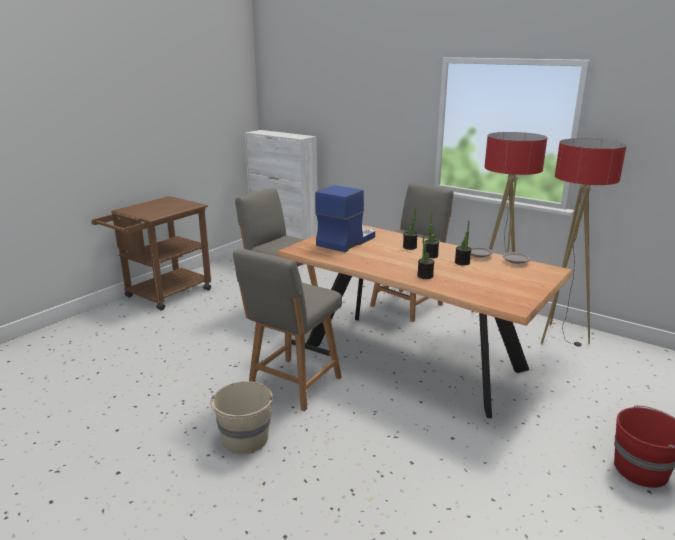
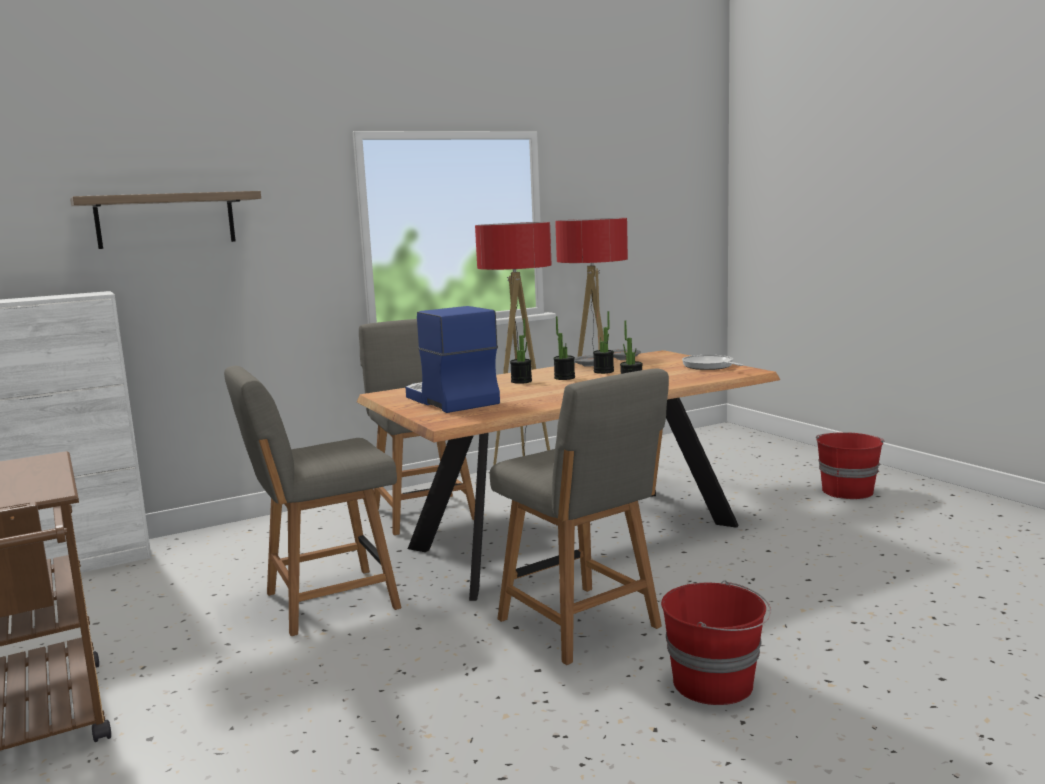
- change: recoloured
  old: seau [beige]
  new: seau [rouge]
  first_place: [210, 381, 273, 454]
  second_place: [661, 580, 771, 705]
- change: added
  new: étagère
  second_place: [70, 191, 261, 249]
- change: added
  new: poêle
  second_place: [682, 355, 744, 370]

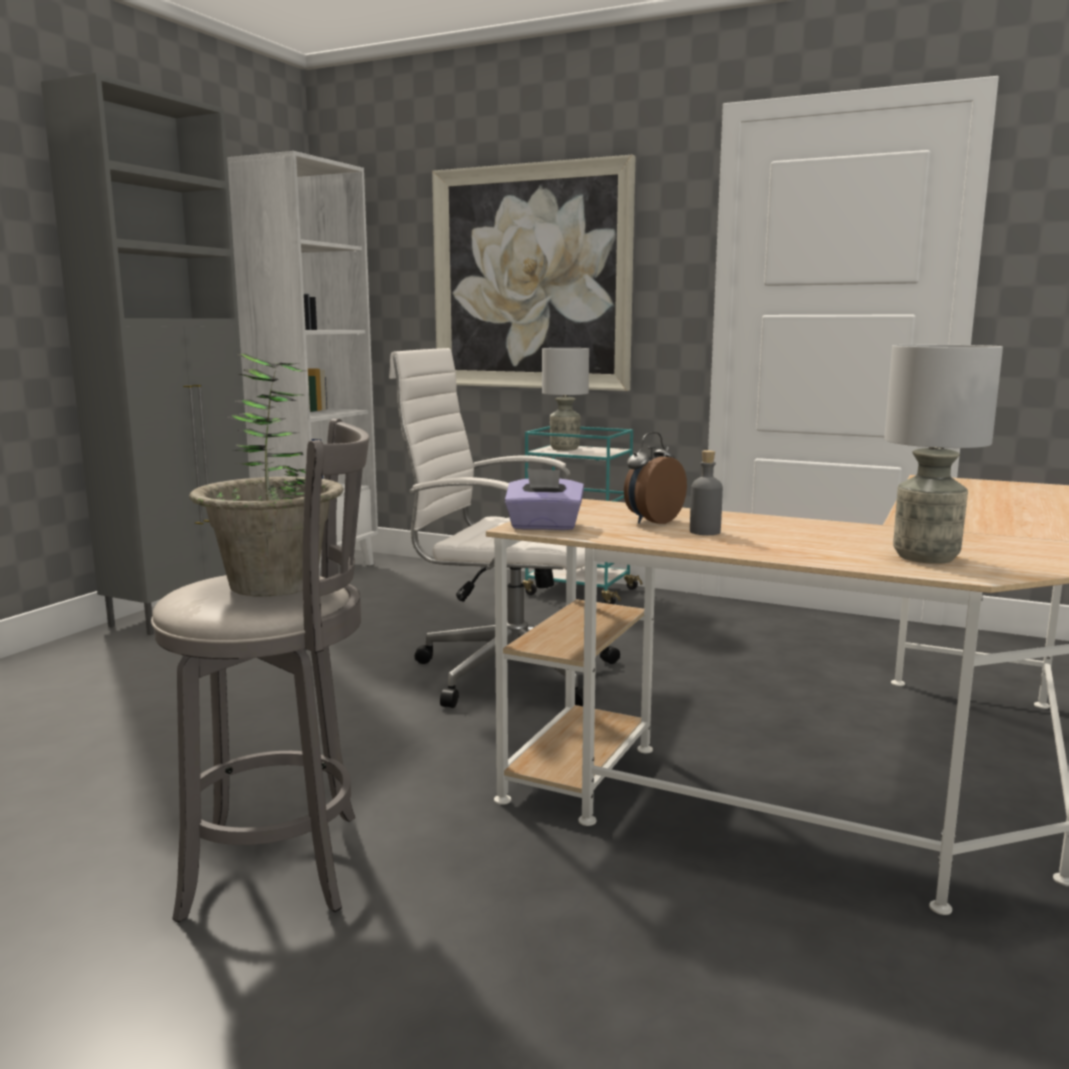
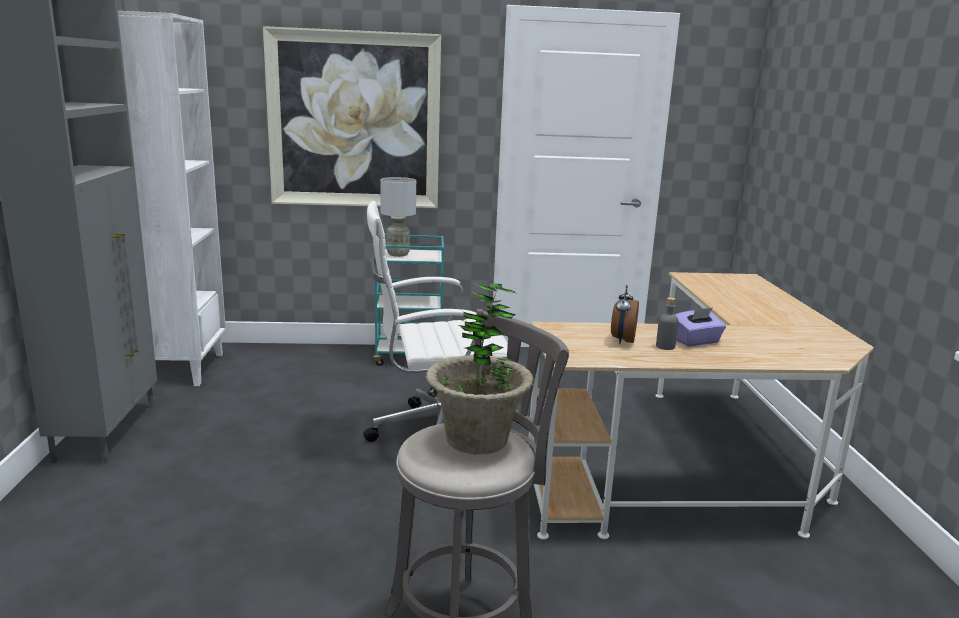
- change: removed
  old: lampe de table [gris]
  first_place: [884, 345, 1003, 564]
- change: moved
  old: boîte à mouchoirs [violet]
  first_place: [504, 468, 584, 530]
  second_place: [675, 308, 726, 346]

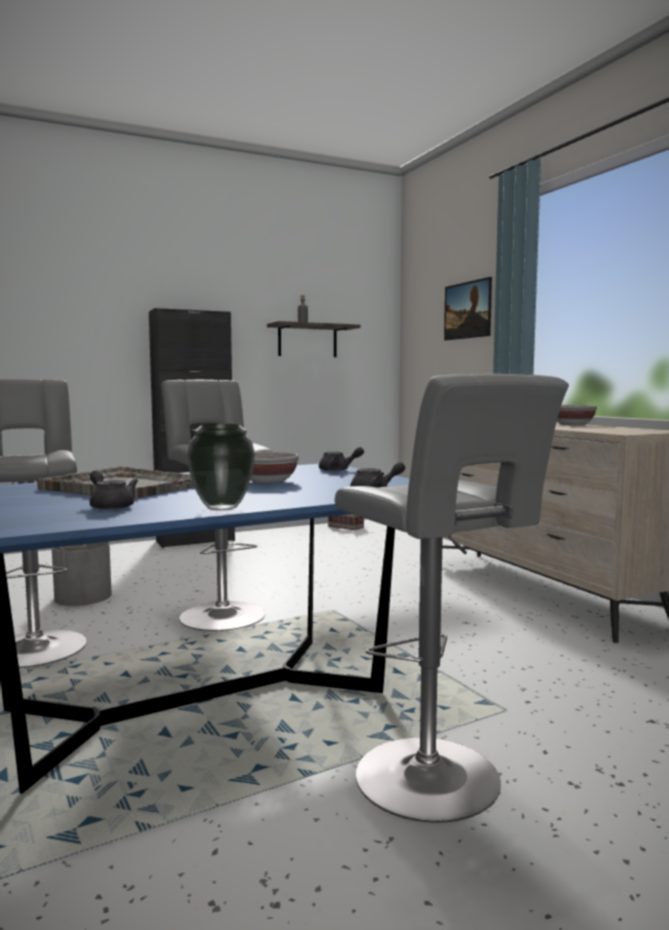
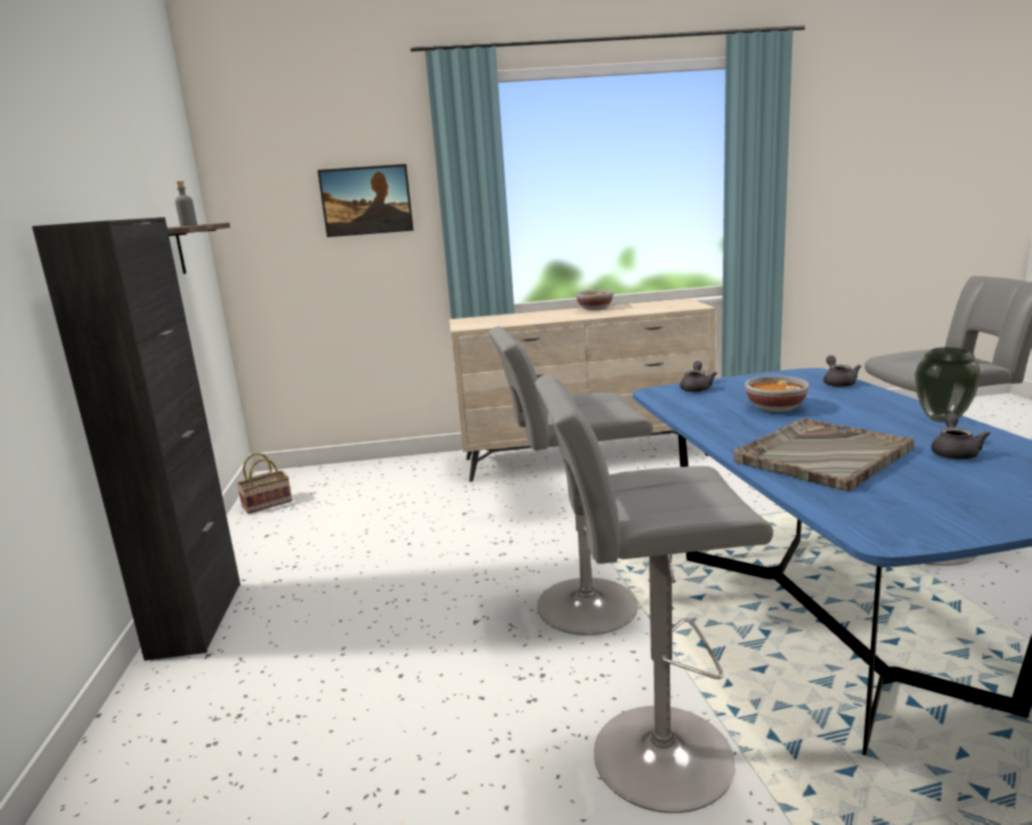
- change: turned
  old: théière [gris]
  first_place: [89, 470, 138, 510]
  second_place: [931, 413, 991, 459]
  degrees: 135
- change: removed
  old: seau [gris]
  first_place: [52, 542, 112, 606]

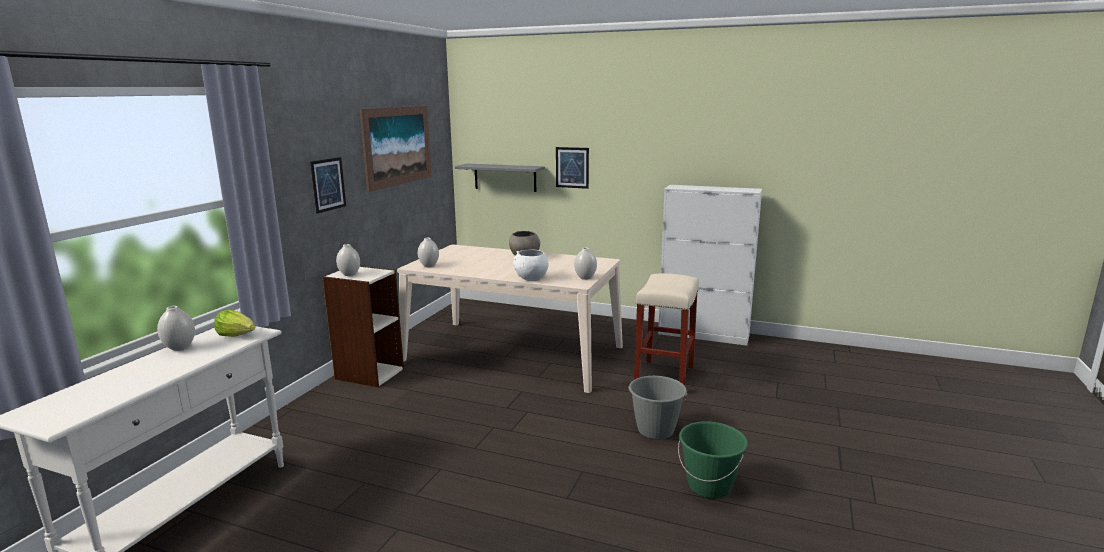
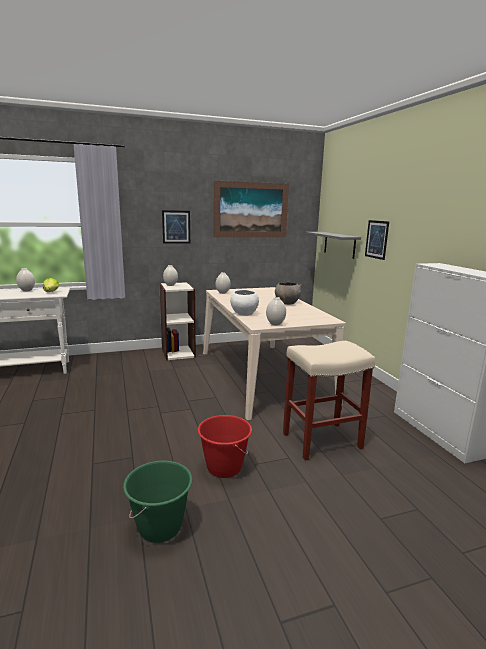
- change: recoloured
  old: seau [gris]
  new: seau [rouge]
  first_place: [628, 376, 688, 440]
  second_place: [198, 415, 252, 478]

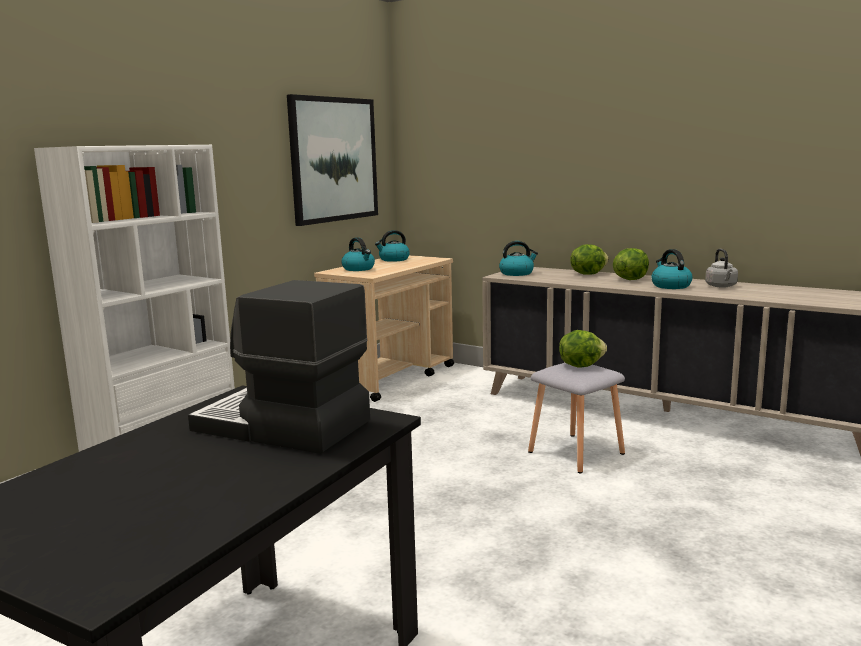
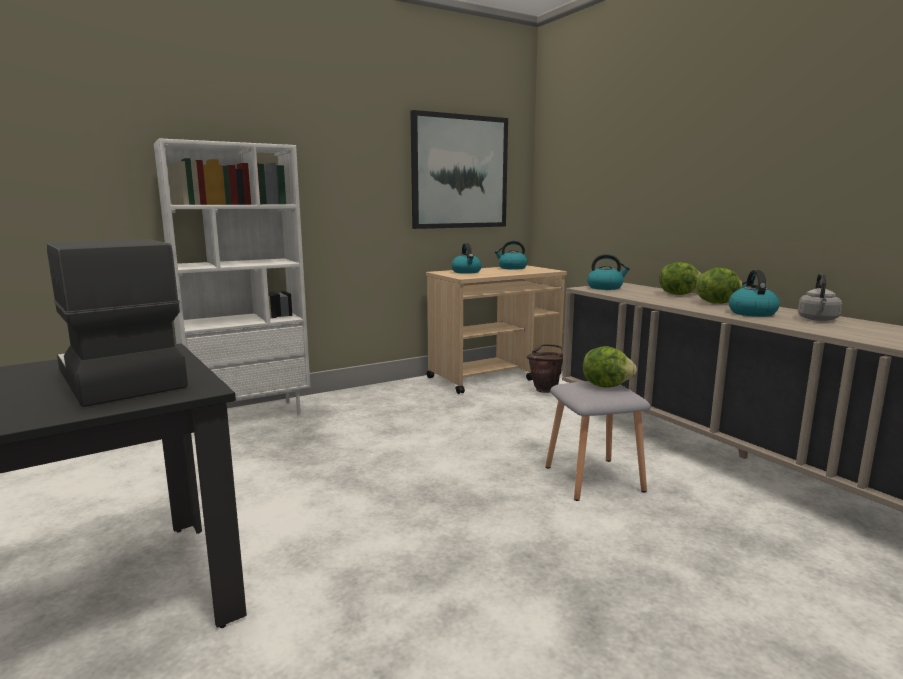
- change: added
  new: seau [marron]
  second_place: [526, 344, 563, 393]

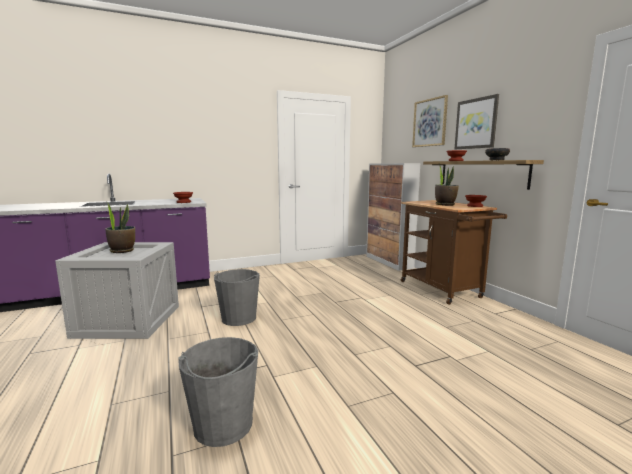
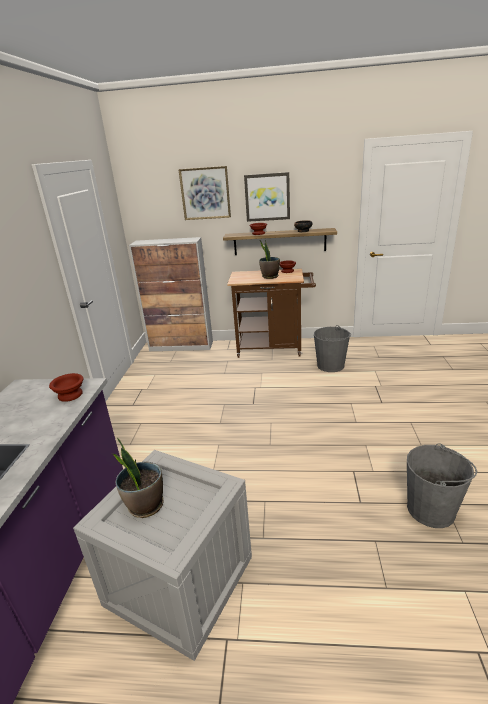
- change: moved
  old: seau [gris]
  first_place: [214, 269, 260, 326]
  second_place: [314, 325, 351, 372]

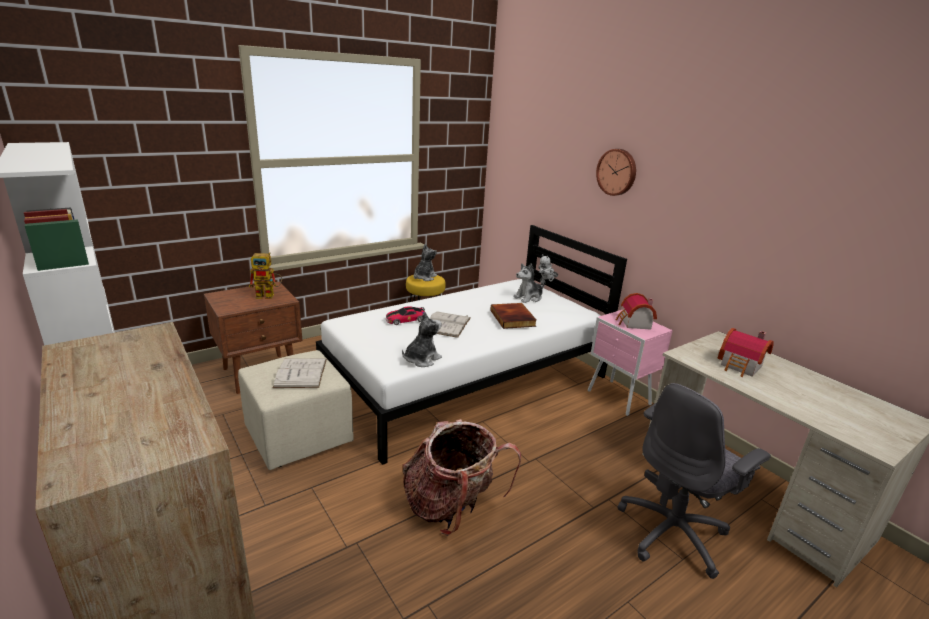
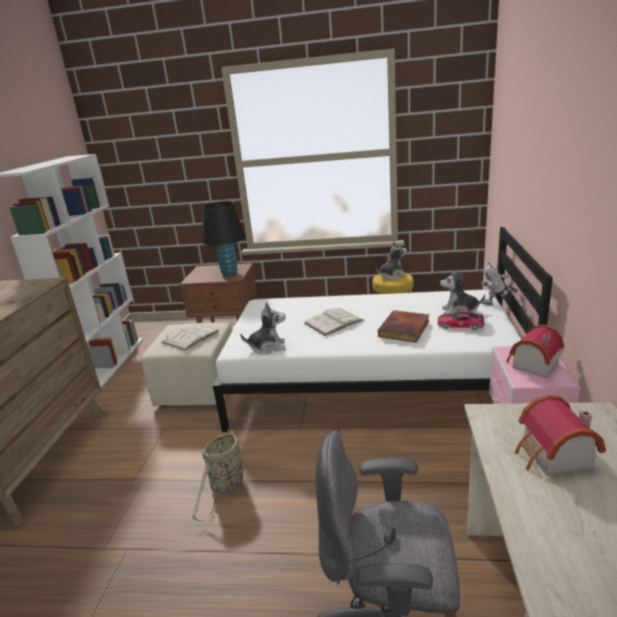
- change: removed
  old: horloge murale
  first_place: [596, 149, 636, 196]
- change: replaced
  old: robot jouet
  new: lampe de table [noir]
  first_place: [249, 252, 282, 299]
  second_place: [202, 201, 246, 276]
- change: moved
  old: petite voiture
  first_place: [386, 306, 425, 325]
  second_place: [437, 311, 485, 330]
- change: replaced
  old: sac à dos
  new: panier
  first_place: [403, 419, 521, 536]
  second_place: [192, 429, 250, 521]

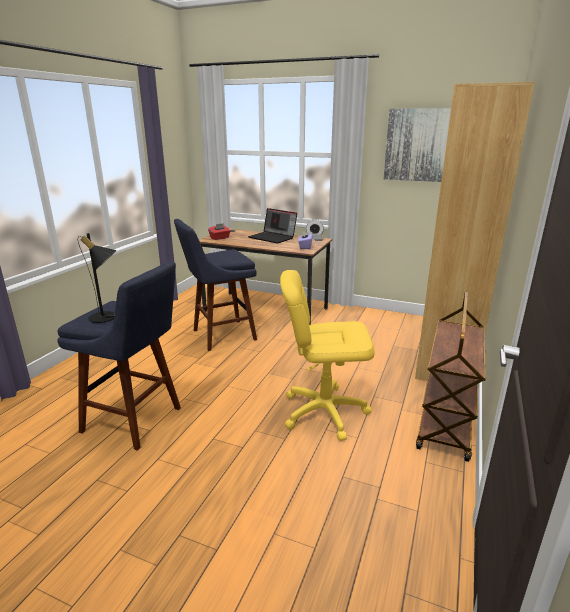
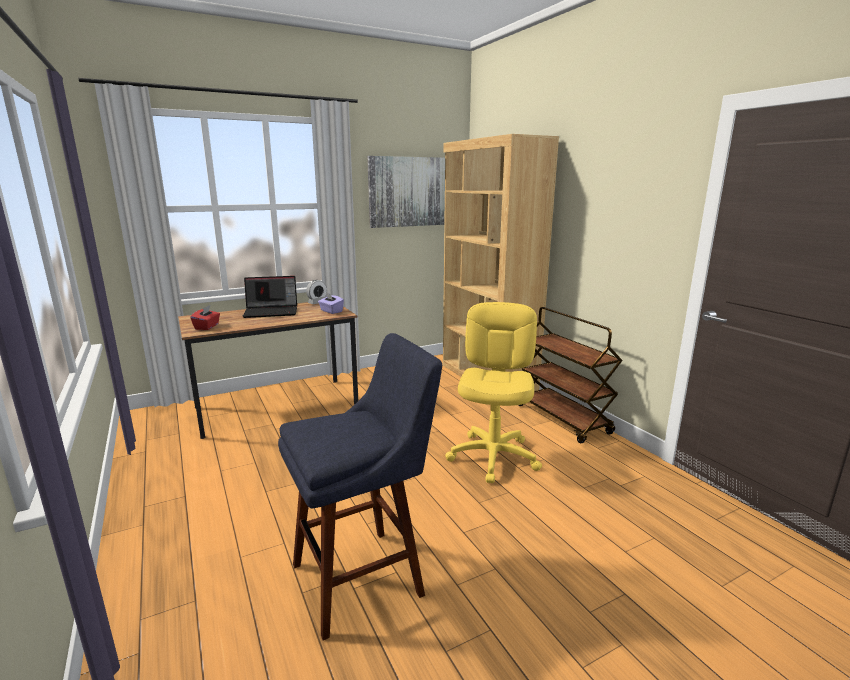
- change: removed
  old: tabouret [bleu]
  first_place: [174, 219, 257, 351]
- change: removed
  old: lampe de table [noir]
  first_place: [78, 233, 117, 323]
- change: turned
  old: chaise de bureau [jaune]
  first_place: [280, 270, 375, 441]
  second_place: [445, 302, 542, 483]
  degrees: 150

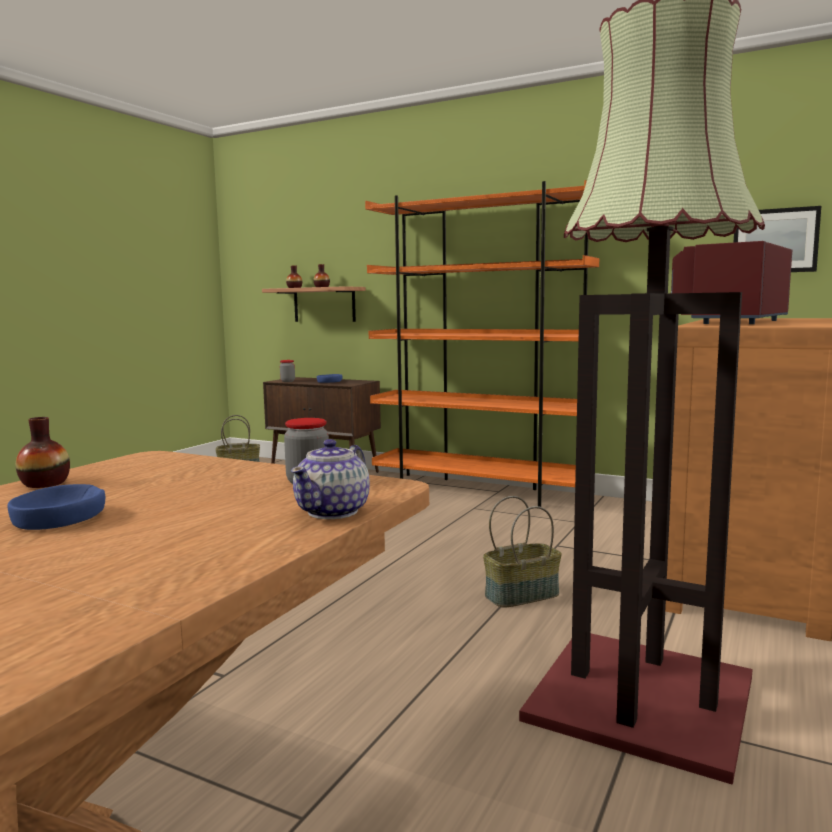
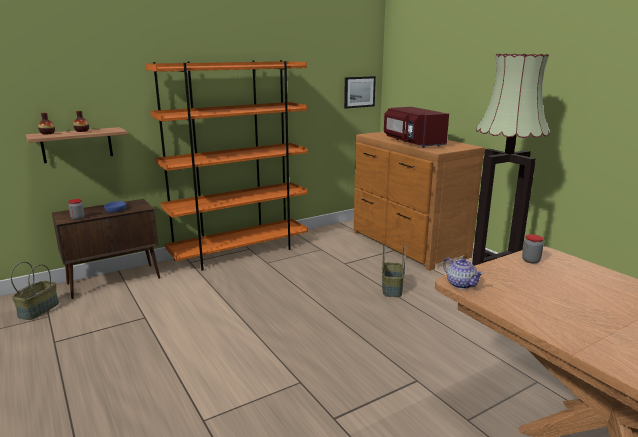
- change: removed
  old: vase
  first_place: [16, 417, 70, 488]
- change: moved
  old: théière
  first_place: [291, 439, 370, 519]
  second_place: [443, 257, 484, 289]
- change: removed
  old: bol [bleu]
  first_place: [7, 484, 106, 530]

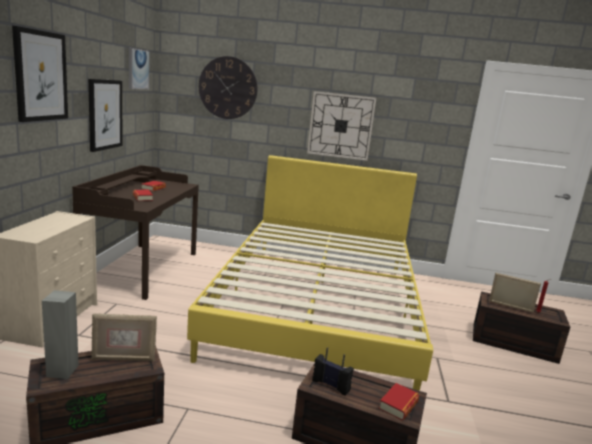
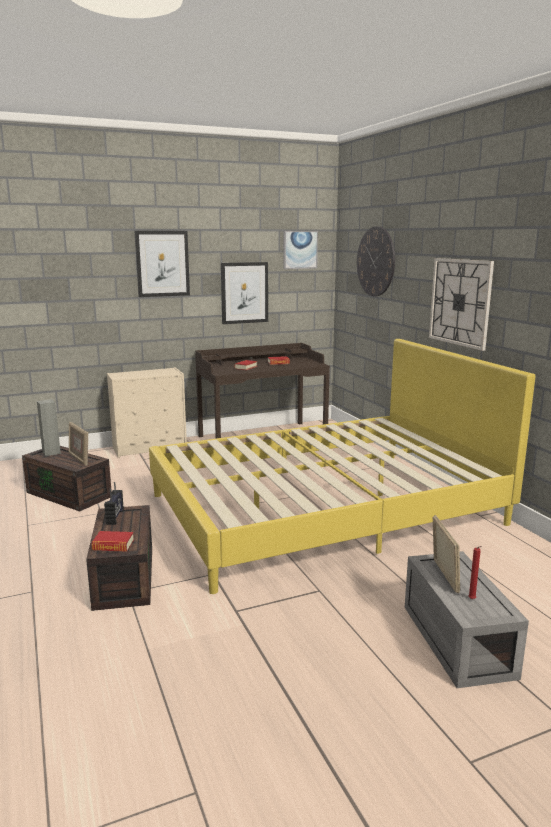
- change: recoloured
  old: boîte de rangement [marron]
  new: boîte de rangement [gris]
  first_place: [473, 291, 570, 364]
  second_place: [405, 551, 529, 688]

